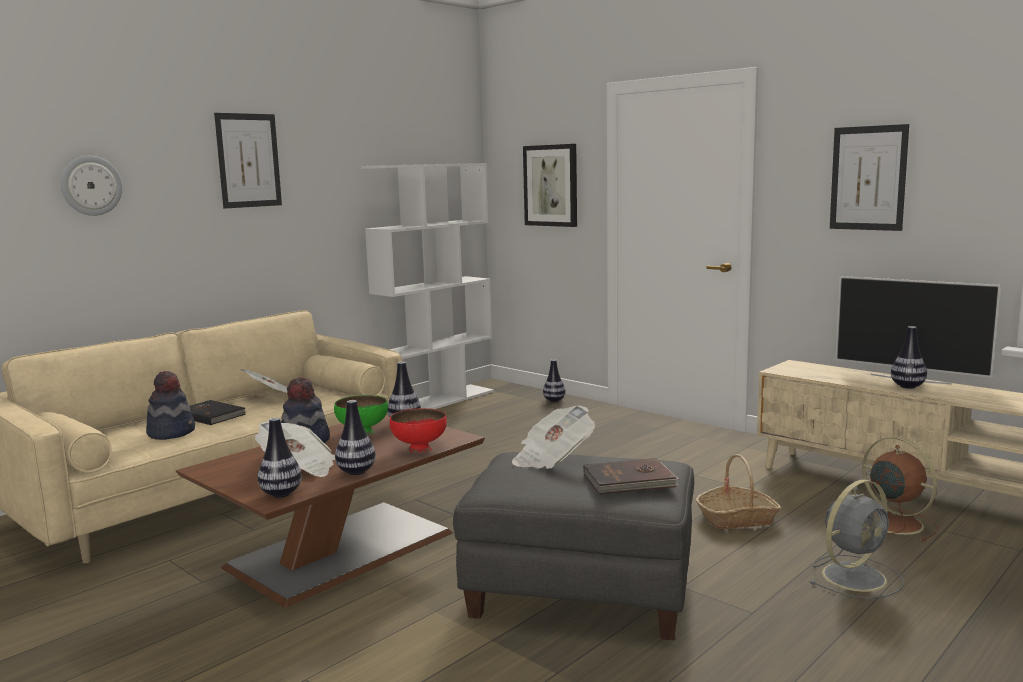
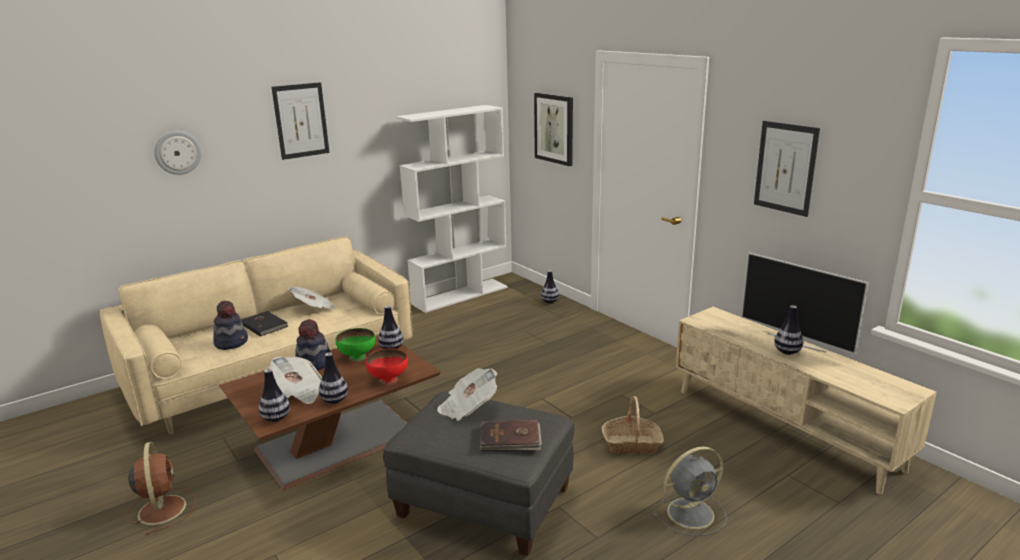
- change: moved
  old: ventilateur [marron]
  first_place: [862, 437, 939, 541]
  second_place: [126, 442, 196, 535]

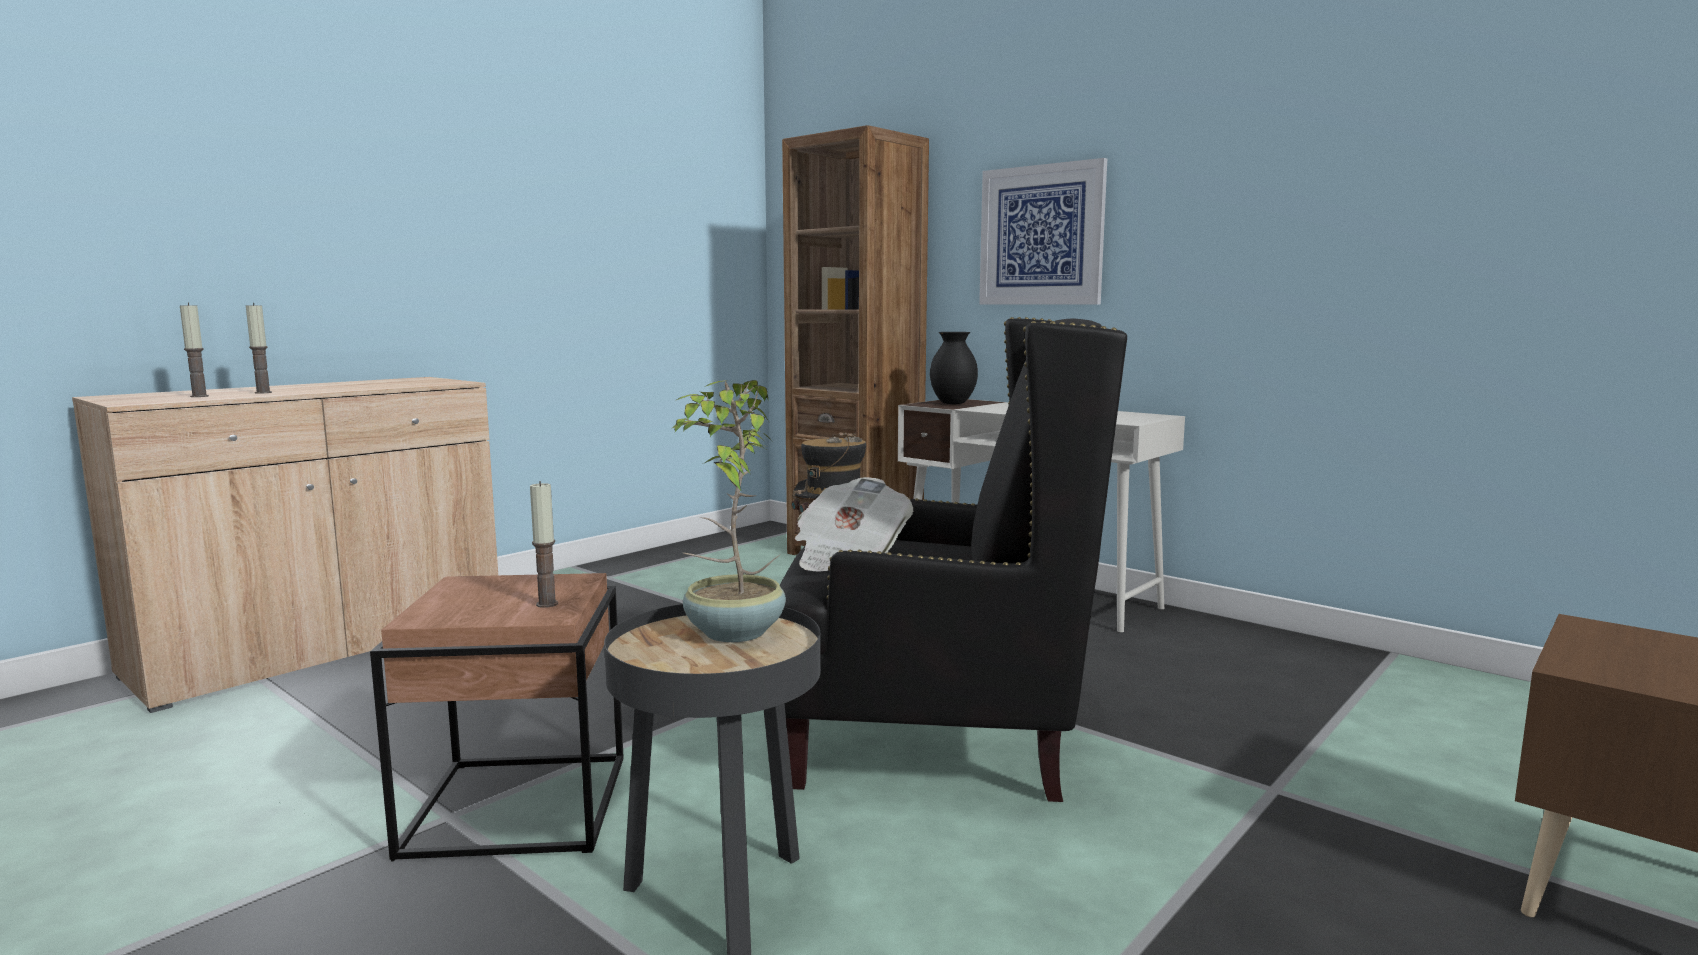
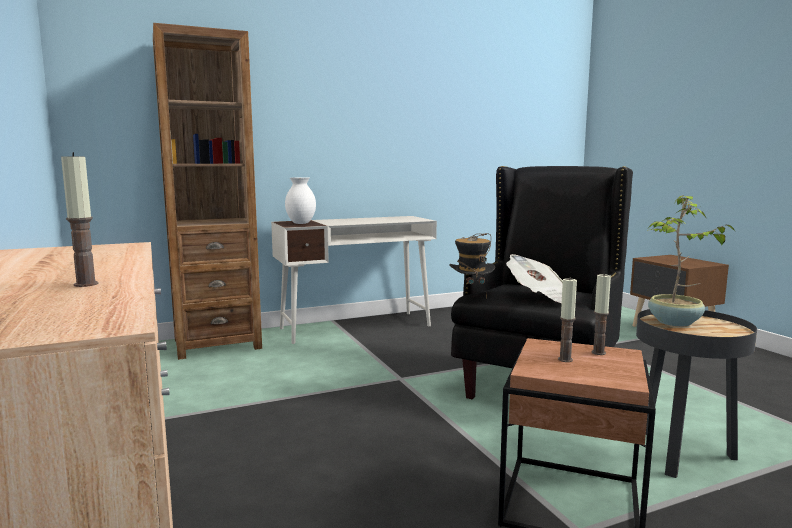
- change: removed
  old: tableau
  first_place: [979, 158, 1107, 305]
- change: moved
  old: bougie
  first_place: [180, 303, 209, 397]
  second_place: [558, 277, 577, 362]
- change: recoloured
  old: vase [noir]
  new: vase [blanc]
  first_place: [930, 332, 978, 404]
  second_place: [285, 177, 316, 224]

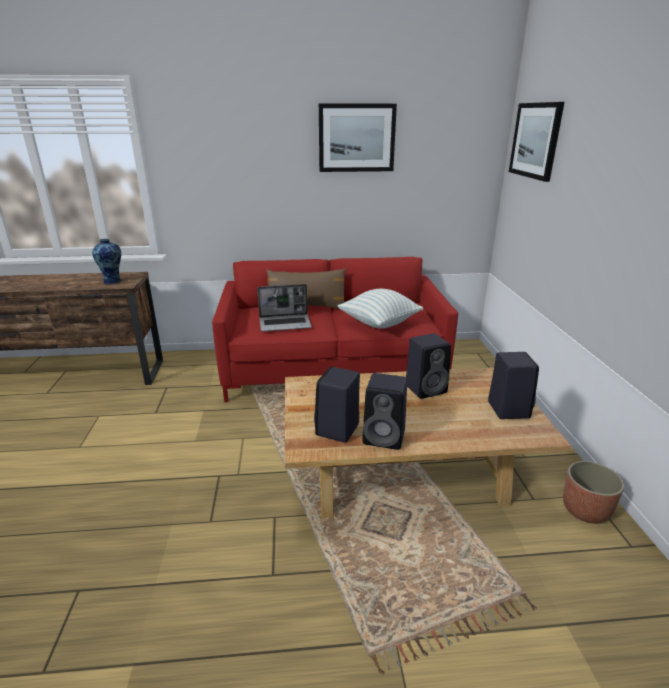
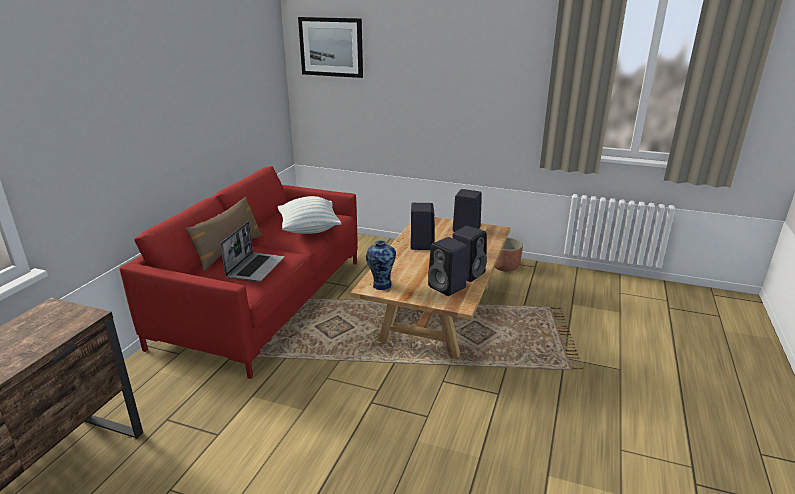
- change: removed
  old: tableau
  first_place: [319, 104, 397, 172]
- change: moved
  old: vase
  first_place: [92, 239, 121, 284]
  second_place: [366, 240, 396, 290]

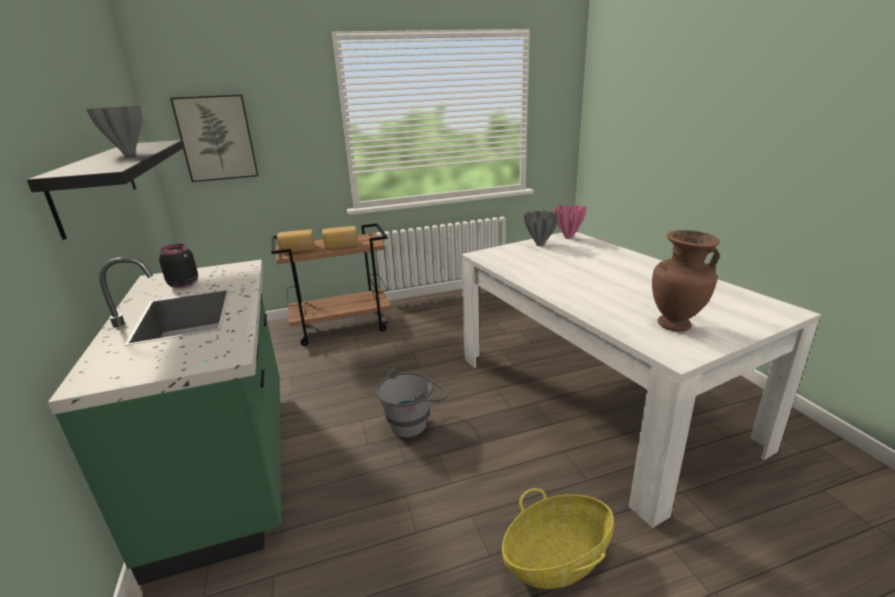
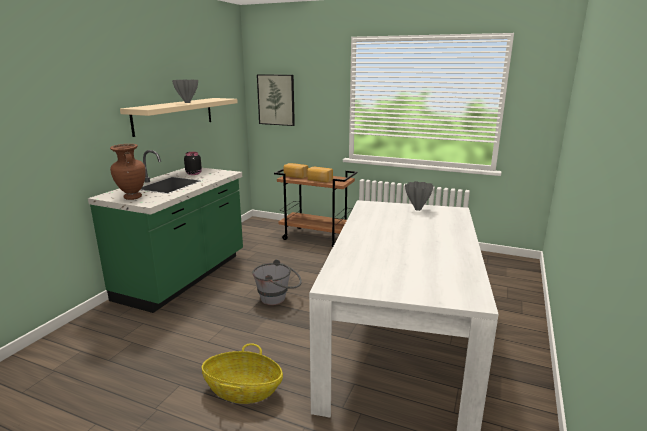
- change: recoloured
  old: étagère [noir]
  new: étagère [beige]
  first_place: [27, 140, 184, 240]
  second_place: [120, 98, 238, 137]
- change: removed
  old: vase [rose]
  first_place: [554, 205, 587, 239]
- change: moved
  old: vase [marron]
  first_place: [652, 230, 720, 332]
  second_place: [110, 144, 146, 200]

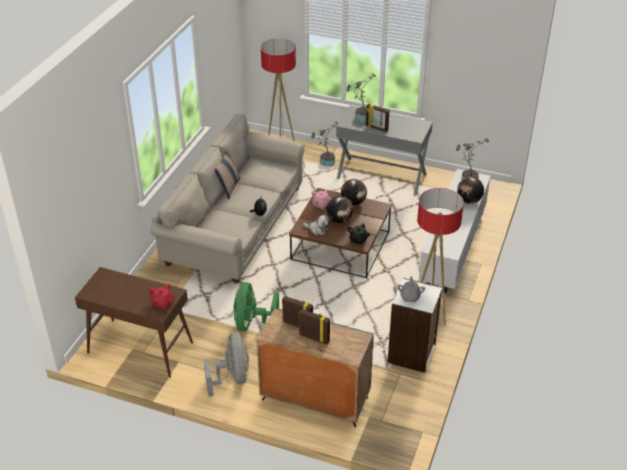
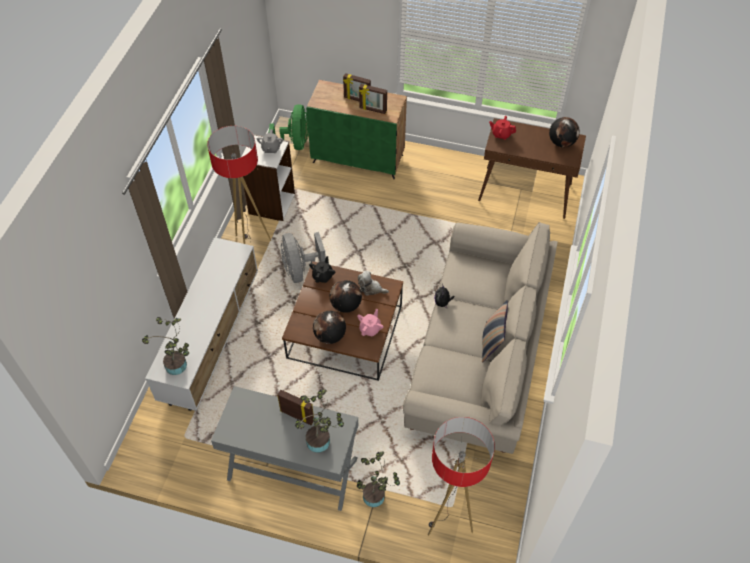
- change: moved
  old: globe
  first_place: [457, 177, 484, 204]
  second_place: [549, 117, 580, 147]
- change: moved
  old: ventilateur [vert]
  first_place: [234, 282, 279, 331]
  second_place: [269, 104, 308, 150]
- change: moved
  old: ventilateur [gris]
  first_place: [204, 332, 249, 397]
  second_place: [281, 232, 326, 283]

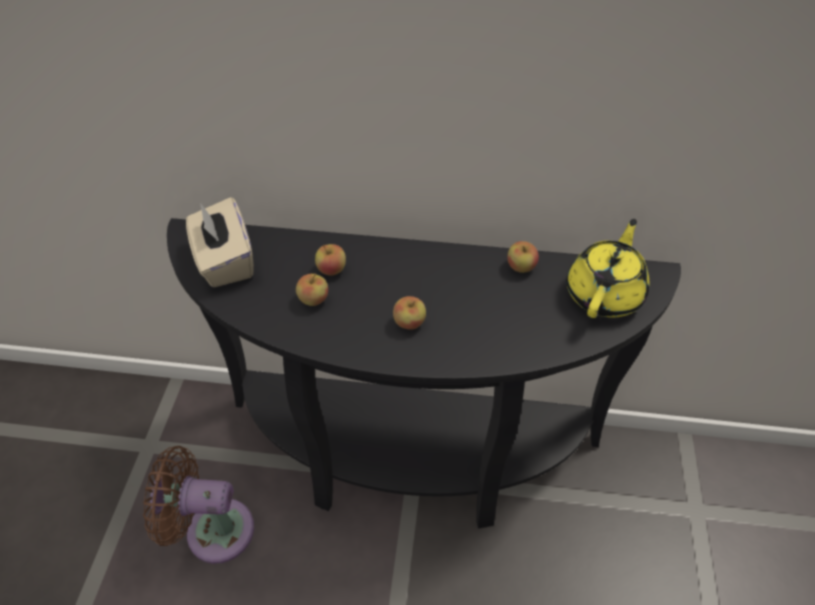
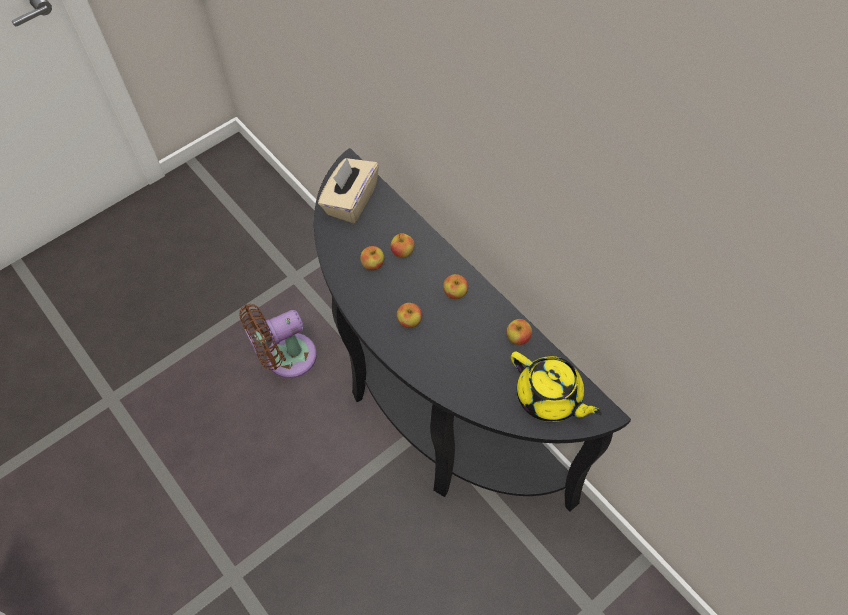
- change: turned
  old: théière [jaune]
  first_place: [567, 219, 650, 318]
  second_place: [511, 352, 602, 422]
  degrees: 60
- change: turned
  old: ventilateur [marron]
  first_place: [143, 446, 254, 564]
  second_place: [239, 304, 317, 378]
  degrees: -75
- change: added
  new: pomme
  second_place: [443, 274, 468, 299]

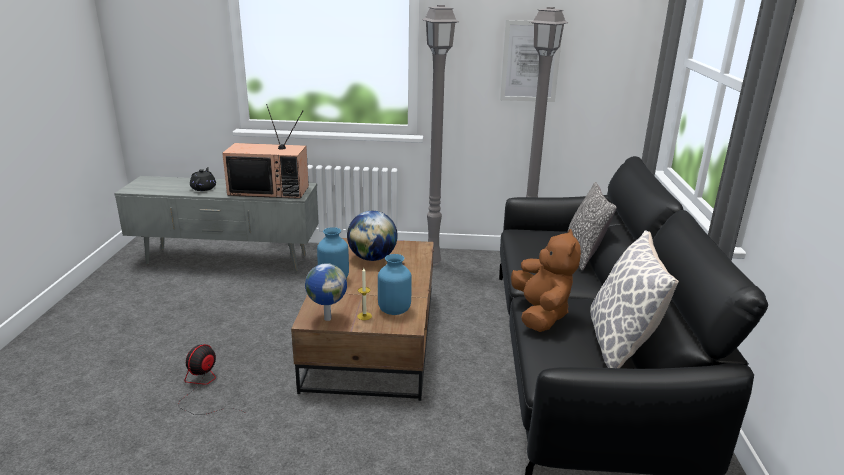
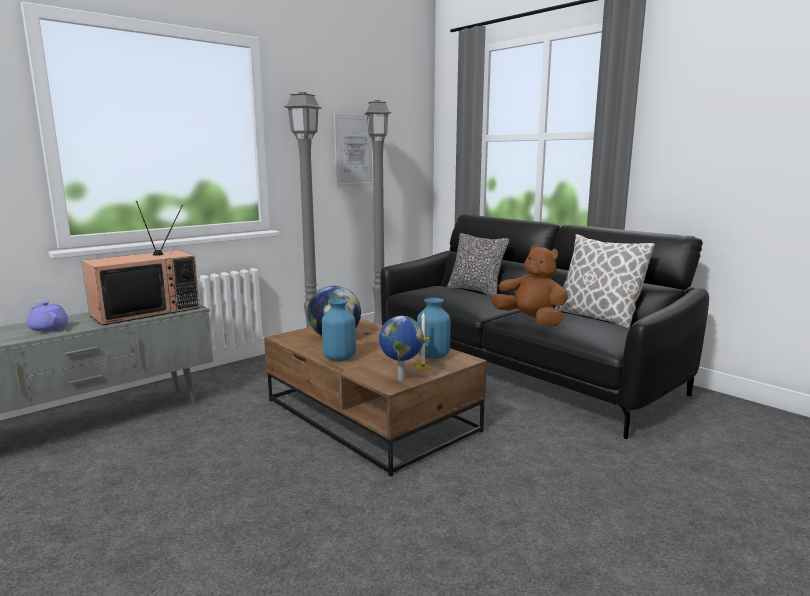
- change: recoloured
  old: théière [noir]
  new: théière [violet]
  first_place: [190, 167, 216, 191]
  second_place: [27, 301, 68, 332]
- change: removed
  old: ventilateur
  first_place: [178, 344, 244, 415]

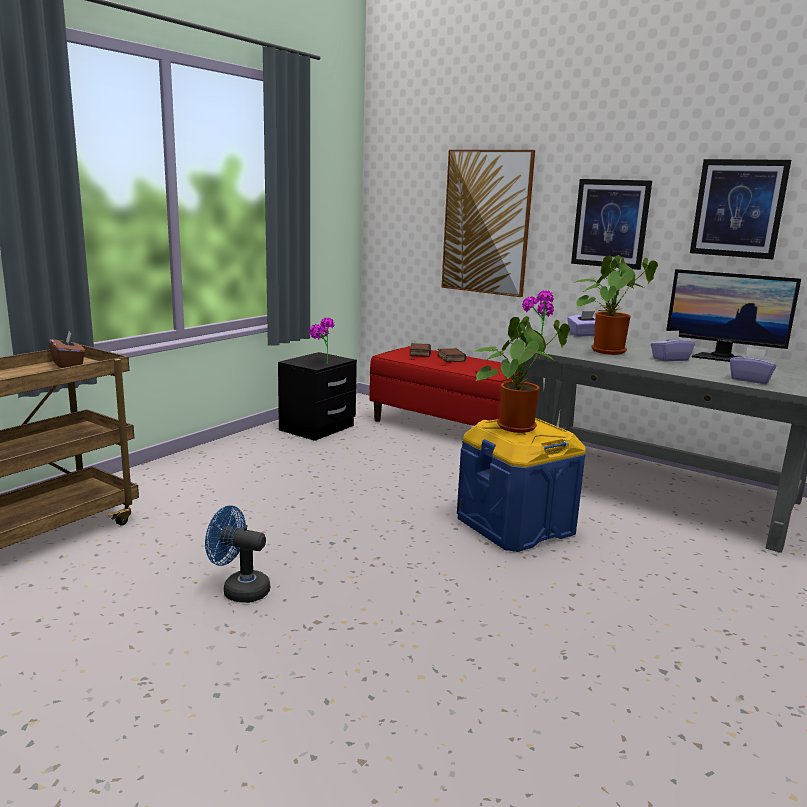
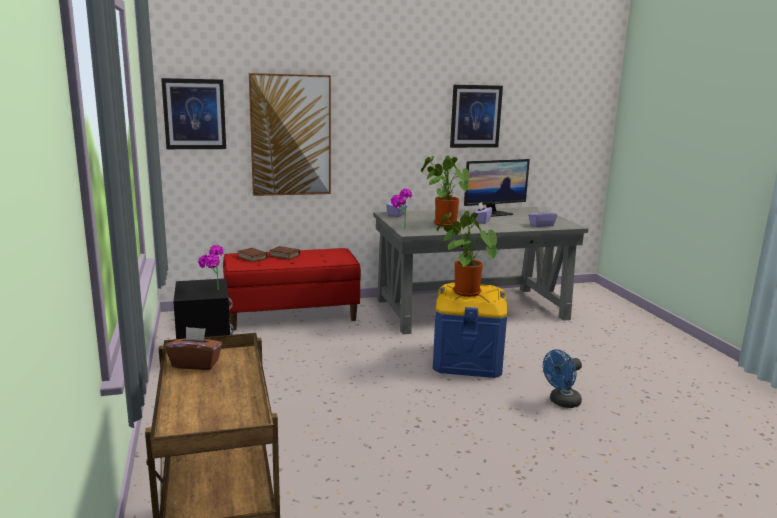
- change: moved
  old: tableau
  first_place: [571, 179, 652, 270]
  second_place: [161, 78, 226, 149]
- change: moved
  old: ventilateur [bleu]
  first_place: [205, 505, 270, 603]
  second_place: [543, 350, 582, 408]

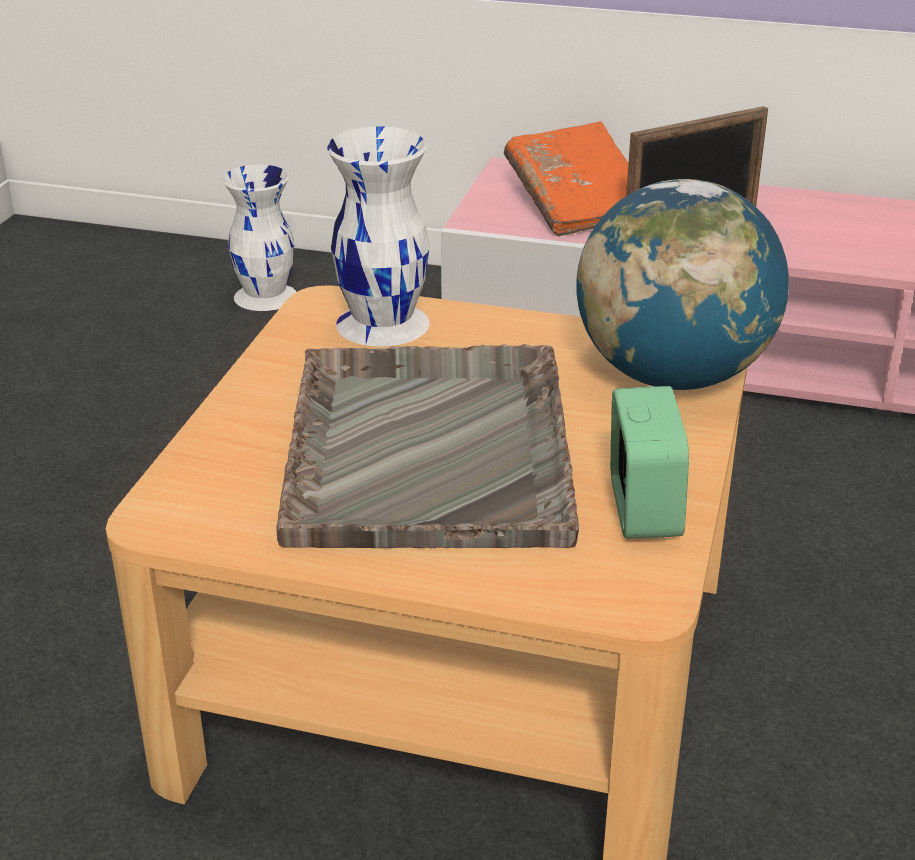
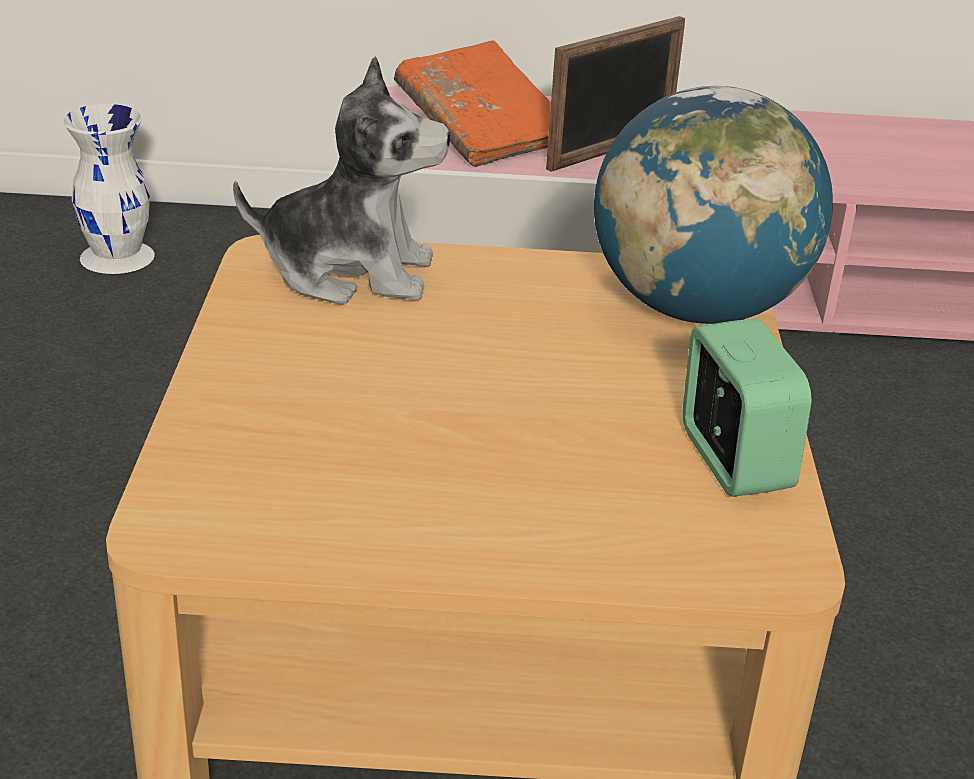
- change: replaced
  old: vase [blanc]
  new: peluche
  first_place: [327, 127, 430, 346]
  second_place: [233, 56, 450, 305]
- change: removed
  old: plateau [gris]
  first_place: [277, 344, 579, 548]

